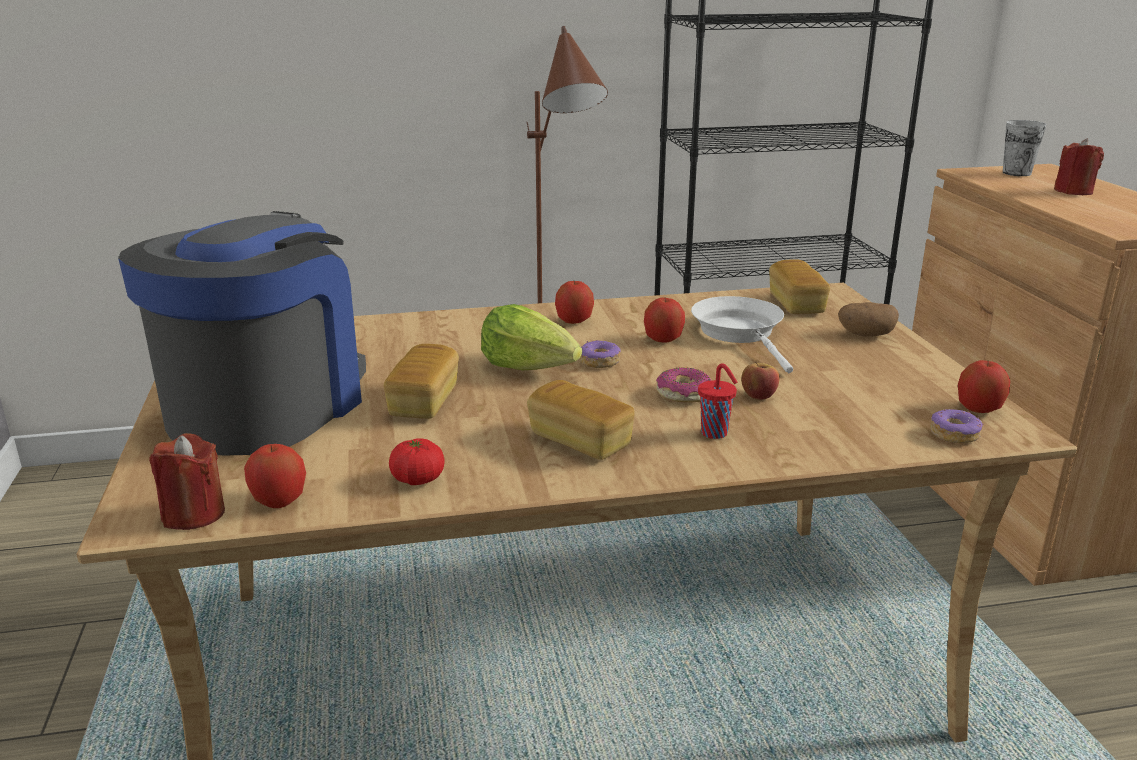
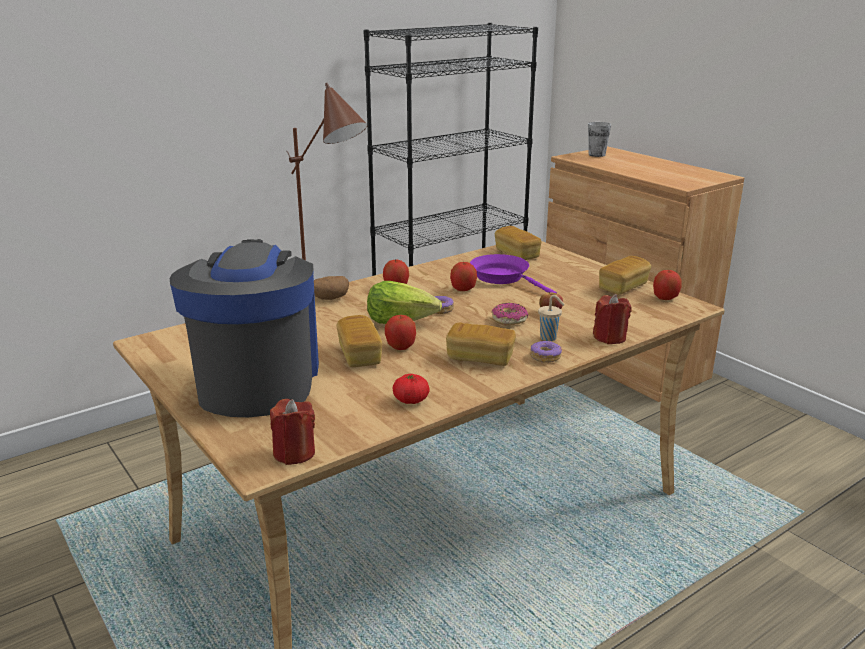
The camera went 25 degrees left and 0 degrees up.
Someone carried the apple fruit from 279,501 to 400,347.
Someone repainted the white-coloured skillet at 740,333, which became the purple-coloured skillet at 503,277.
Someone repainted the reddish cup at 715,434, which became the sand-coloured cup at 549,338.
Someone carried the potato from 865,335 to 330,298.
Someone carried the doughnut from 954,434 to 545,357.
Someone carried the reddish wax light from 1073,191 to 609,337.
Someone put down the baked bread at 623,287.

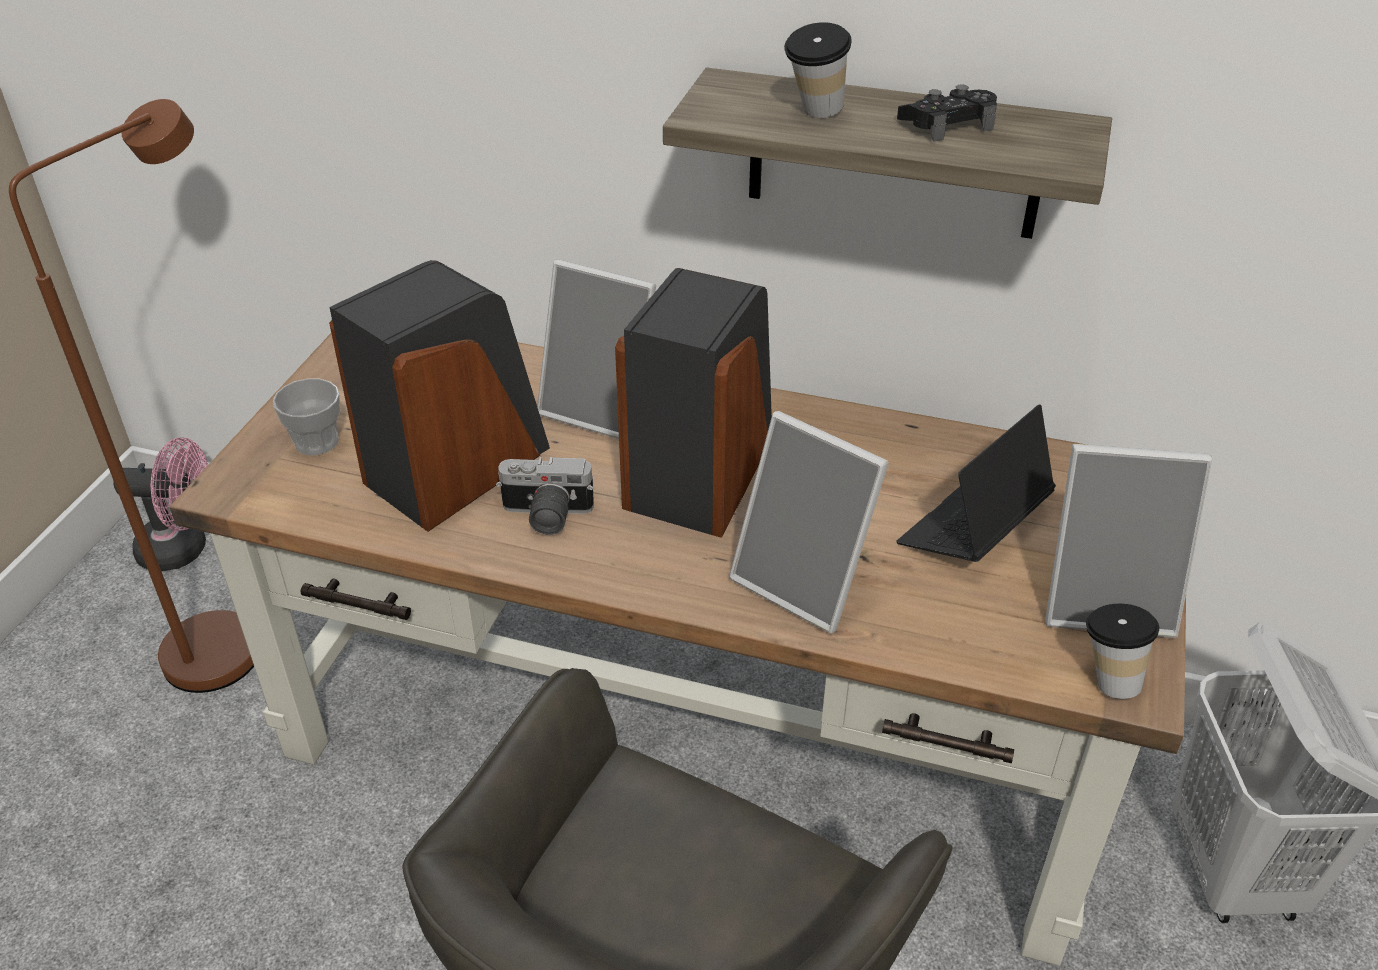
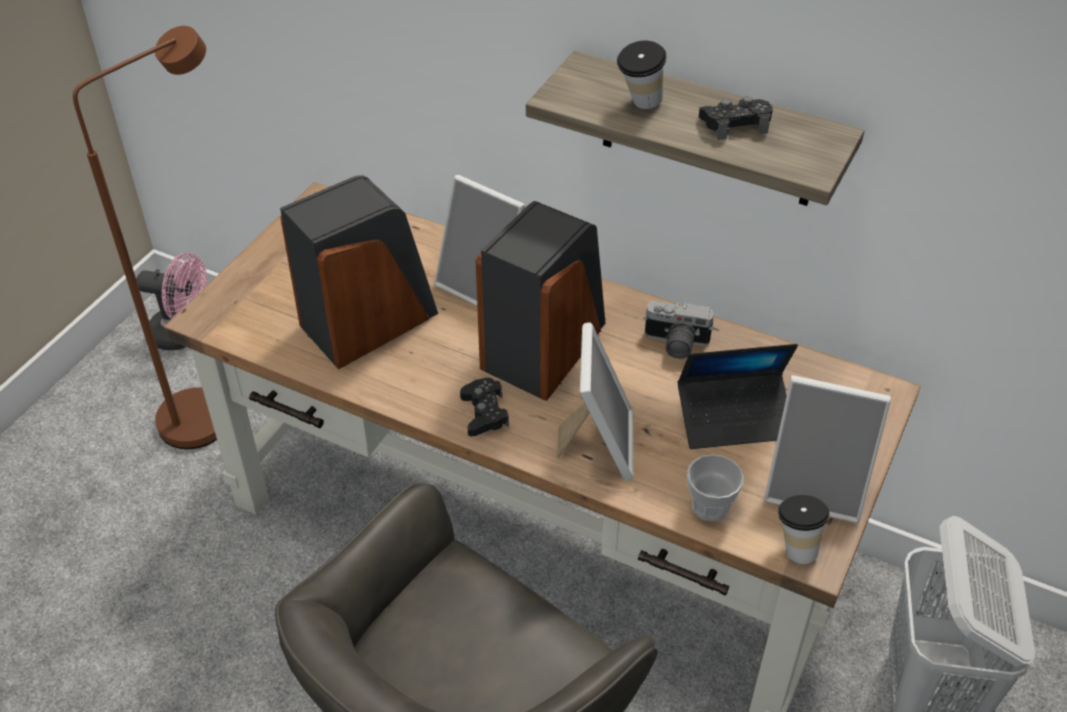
The camera went 10 degrees right and 5 degrees up.
Someone carried the cup from 317,442 to 710,506.
Someone carried the still camera from 545,516 to 675,344.
Someone rotated the picture frame at 806,582 by 135 degrees counterclockwise.
Someone rotated the portable computer at 973,529 by 150 degrees counterclockwise.
Someone put down the black game controller at 484,413.

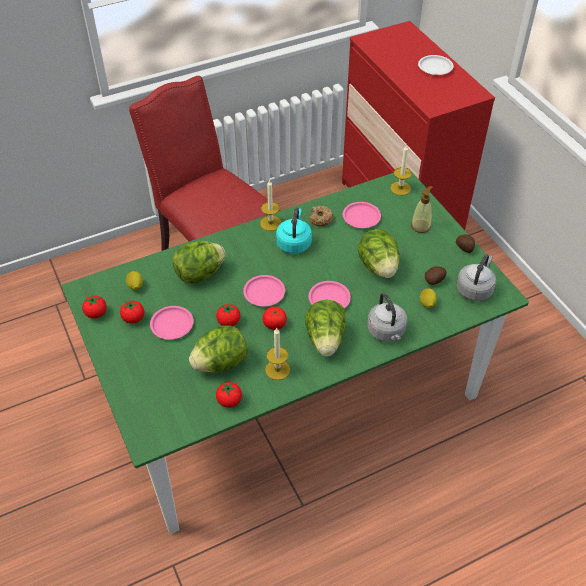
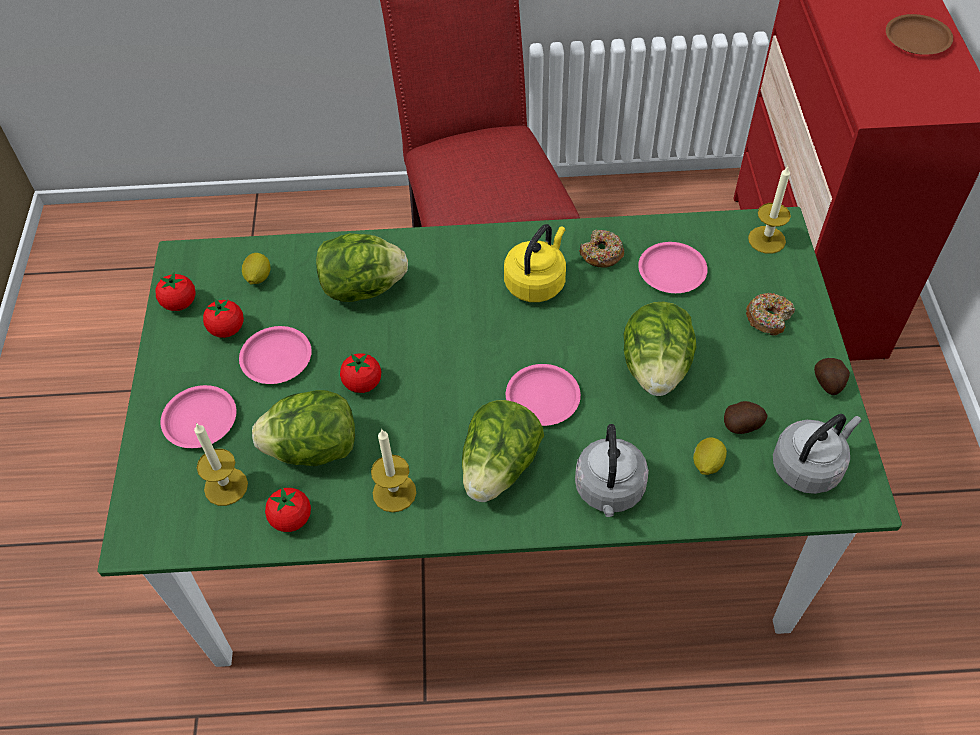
The camera went 25 degrees right and 5 degrees up.
Someone carried the pinkish plate from 264,293 to 200,420.
Someone carried the wax light from 270,223 to 226,486.
Someone took away the fresh tomato at 274,324.
Someone repainted the turquoise-coloured kettle at 294,243, which became the yellow-coloured kettle at 536,282.
Someone swapped the soap bottle at 421,226 for the doughnut at 768,318.
Someone repainted the white-coloured plate at 435,68, which became the brown-coloured plate at 917,39.

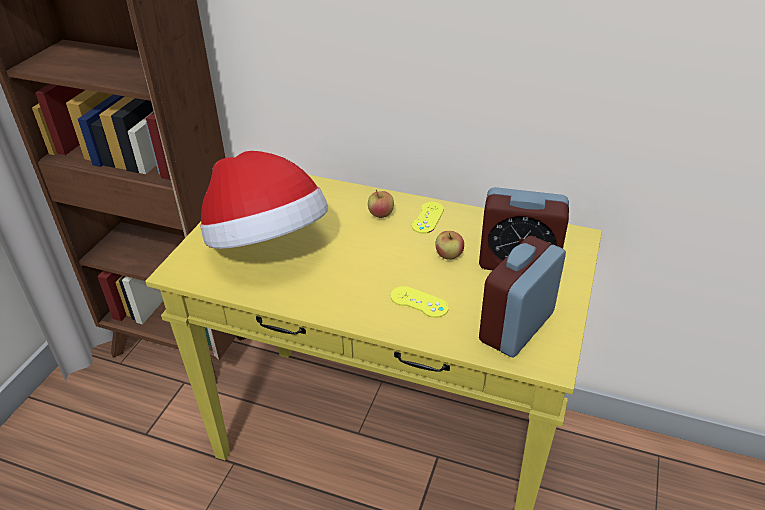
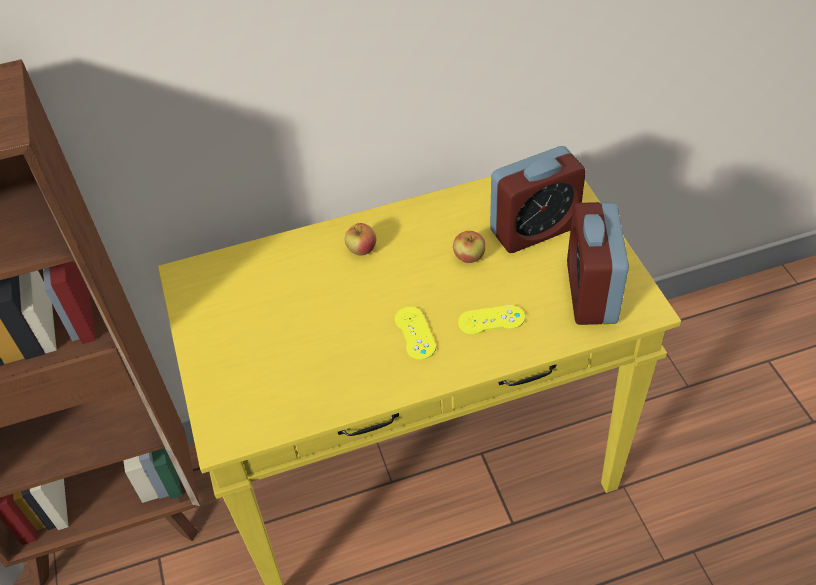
The camera went 35 degrees left and 10 degrees up.
Someone took away the clothing hat at 266,244.
Someone carried the yellow-coloured game controller from 427,217 to 415,333.

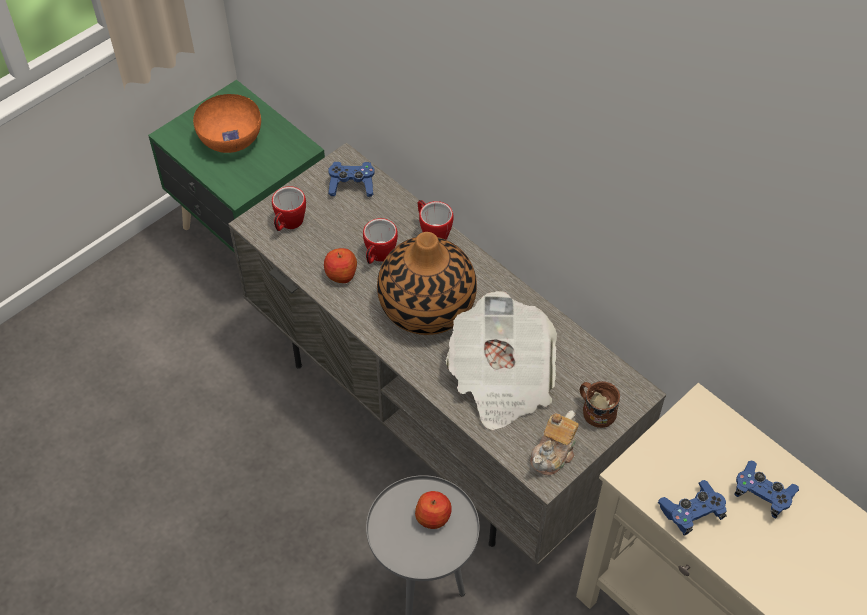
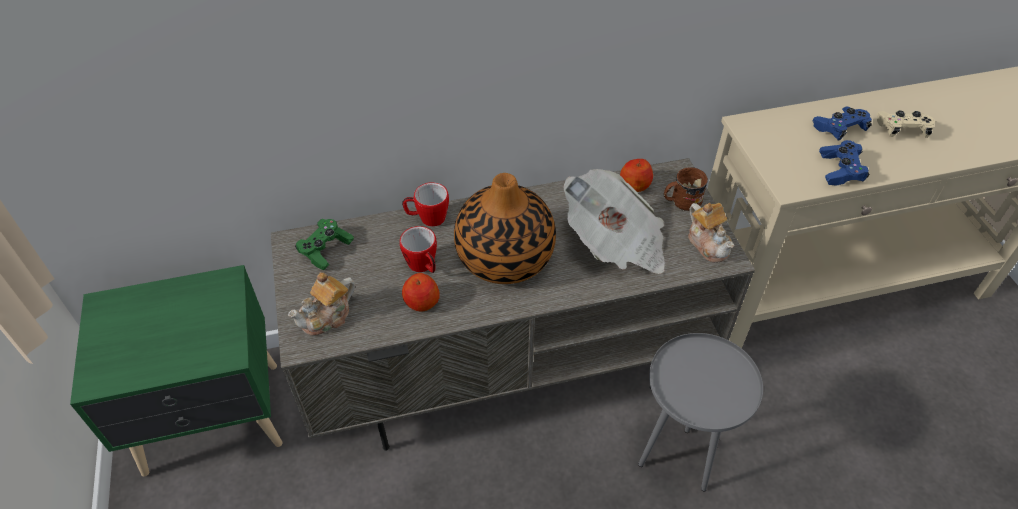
The camera went 60 degrees left and 5 degrees down.
Someone took away the orange deep dish at 230,139.
Someone swapped the tea mug at 288,224 for the pot for tea at 327,317.
Someone repainted the blue game controller at 352,185, which became the green game controller at 325,250.
Someone carried the apple fruit from 433,516 to 635,185.
Someone put down the sand-coloured game controller at 901,130.

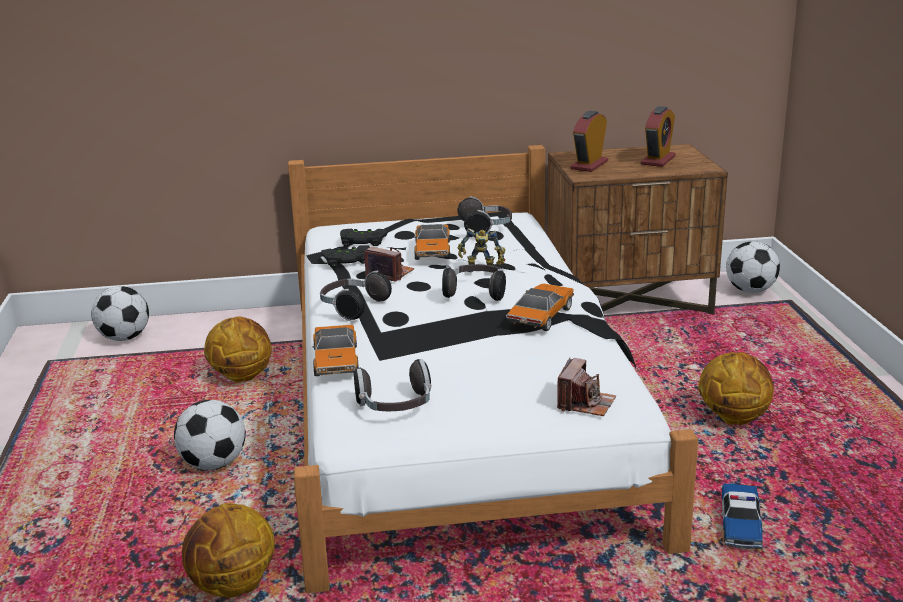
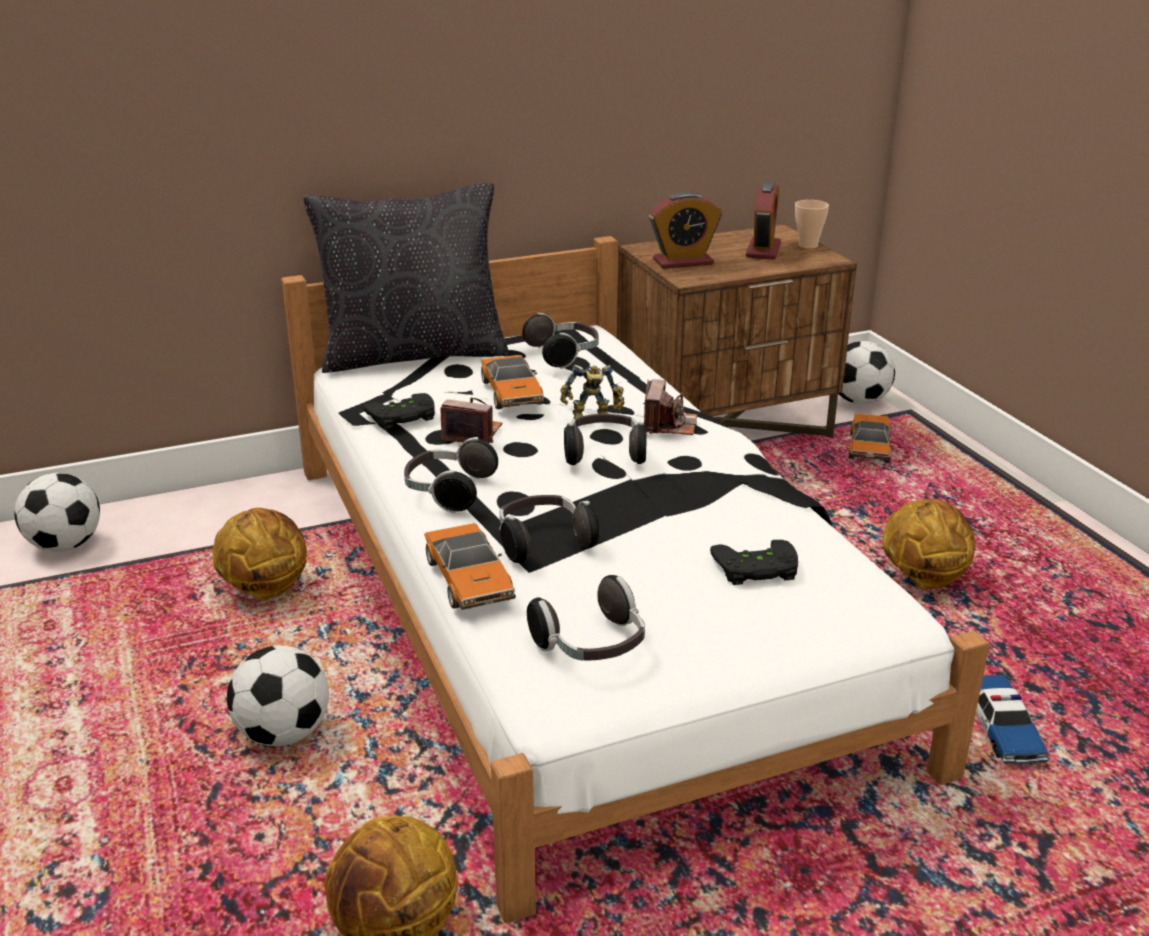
The camera went 15 degrees left and 5 degrees up.
Someone carried the black game controller from 362,241 to 756,570.
Someone carried the miniature car from 541,316 to 869,447.
Someone carried the still camera from 585,403 to 669,425.
Someone rotated the alarm clock at 589,165 by 120 degrees counterclockwise.
Someone put down the black throw pillow at 413,354.
Someone put down the headphones at 543,542.
Someone put down the cup at 808,245.

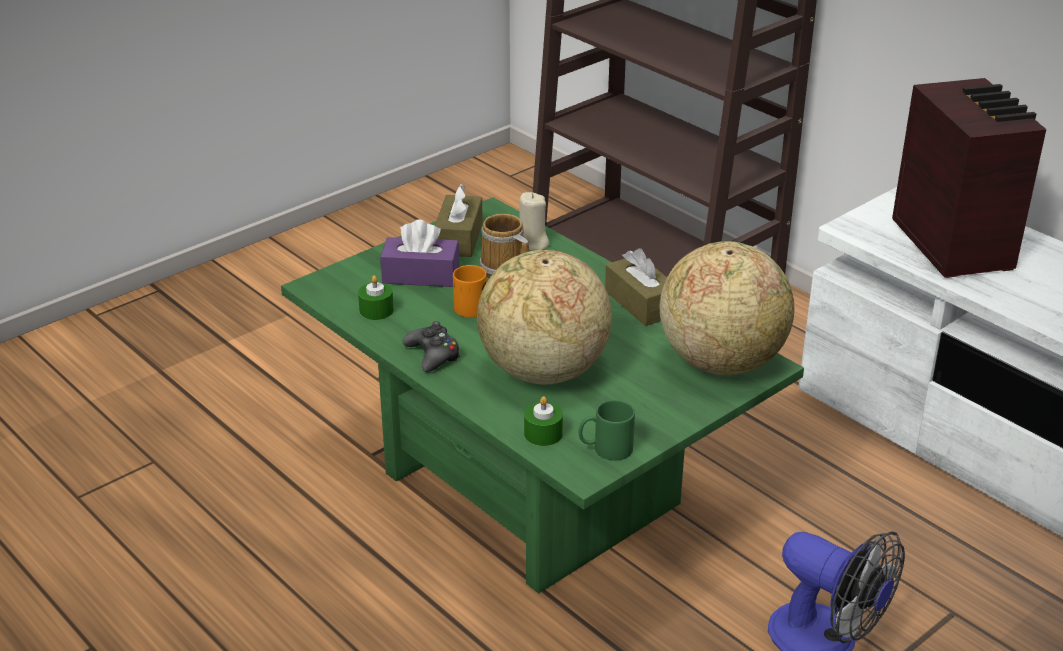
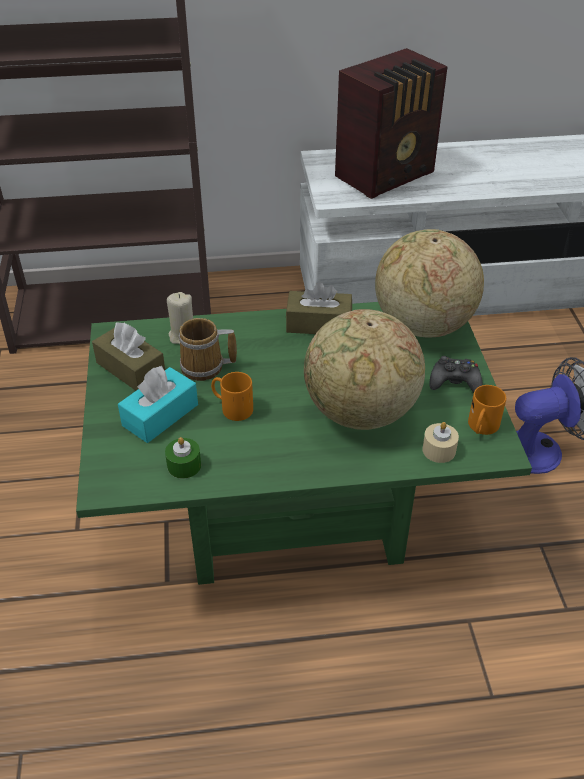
The camera went 55 degrees left and 10 degrees up.
Someone repainted the purple-coloured box of tissues at 421,275, which became the turquoise-coloured box of tissues at 160,415.
Someone carried the black game controller from 433,355 to 454,381.
Someone repainted the green wax light at 543,434, which became the sand-coloured wax light at 439,450.
Someone repainted the green tea mug at 605,449, which became the orange tea mug at 482,428.
Someone rotated the radio at 953,243 by 120 degrees clockwise.

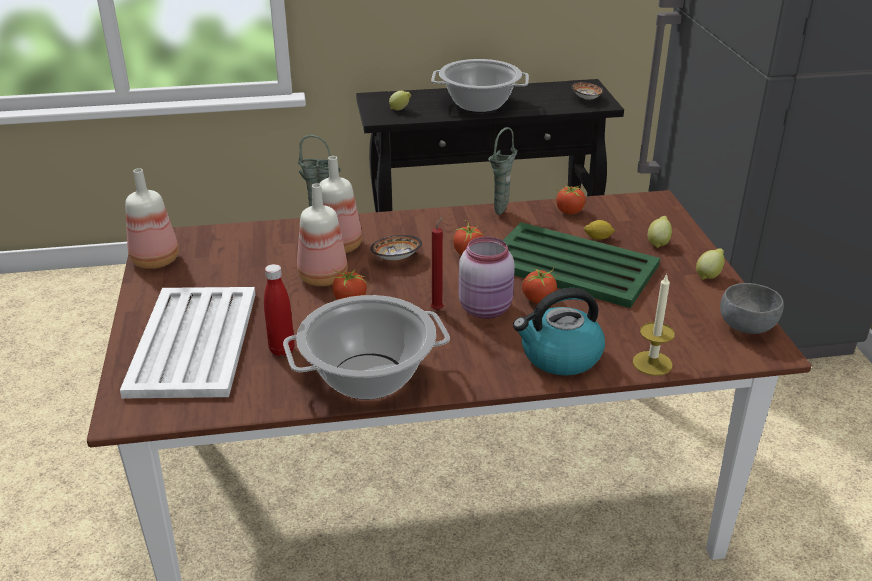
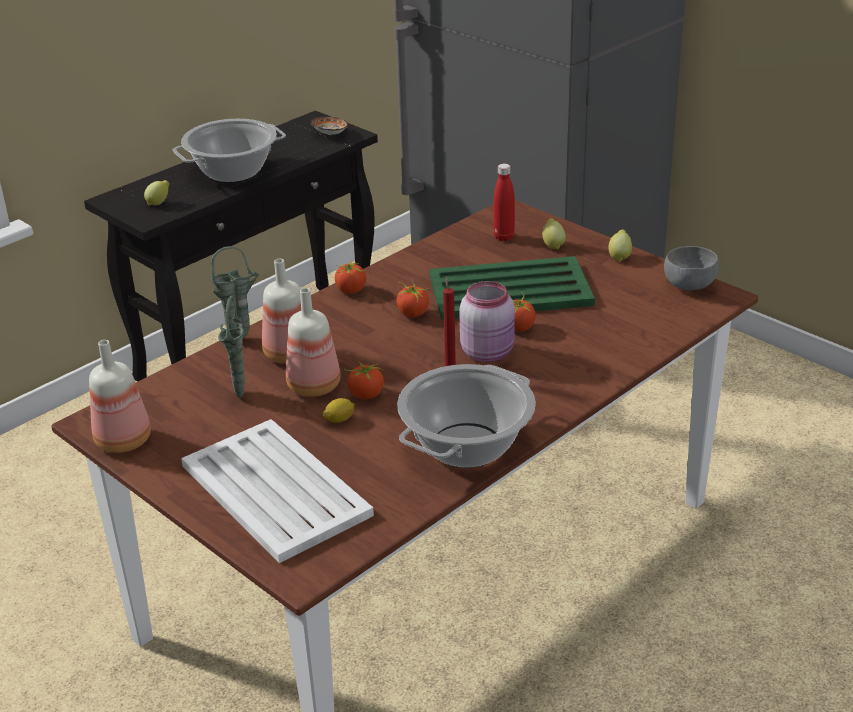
The camera went 35 degrees left and 0 degrees up.
Someone carried the reddish bottle from 282,350 to 503,237.
Someone took away the deep dish at 396,258.
Someone carried the green flower vase from 501,212 to 240,393.
Someone took away the kettle at 559,356.
Someone carried the fresh tomato from 569,212 to 351,290.
Someone carried the whole lemon from 598,238 to 340,419.
Someone took away the wax light at 652,363.

